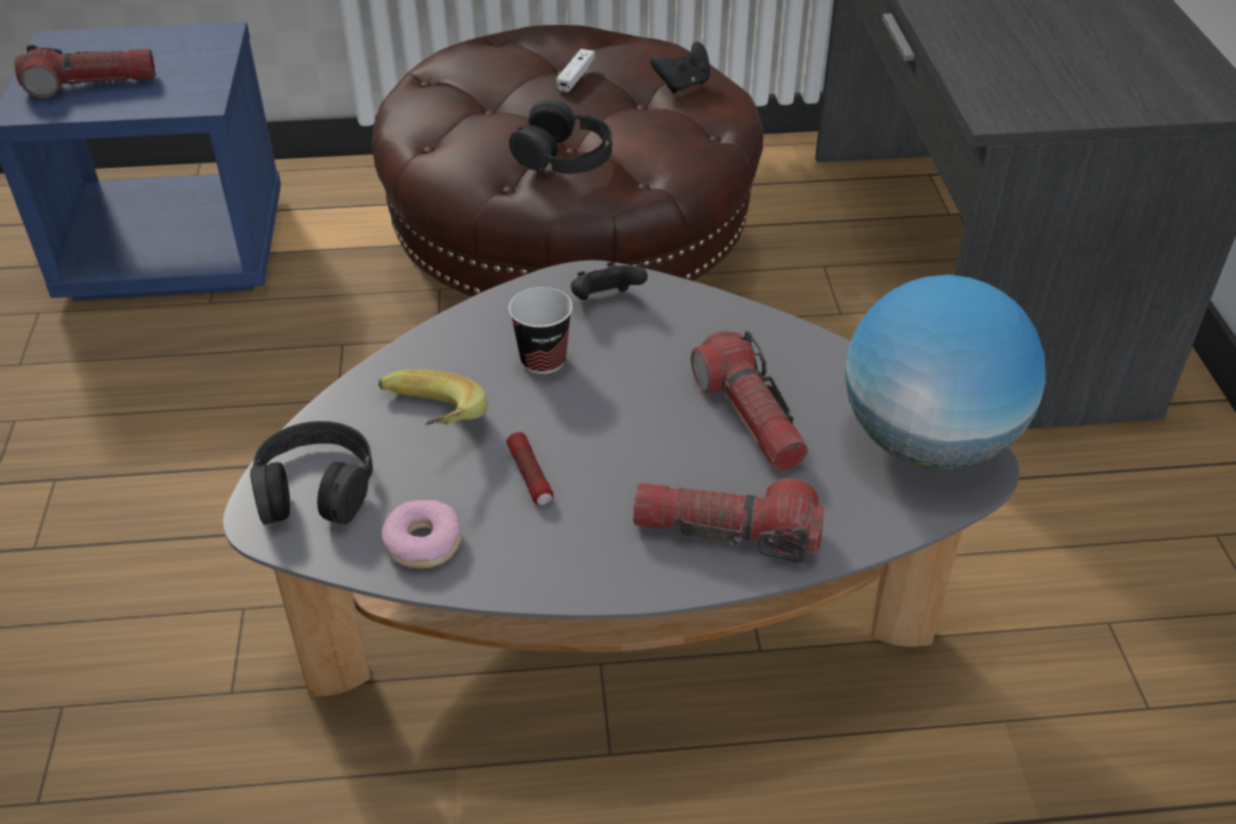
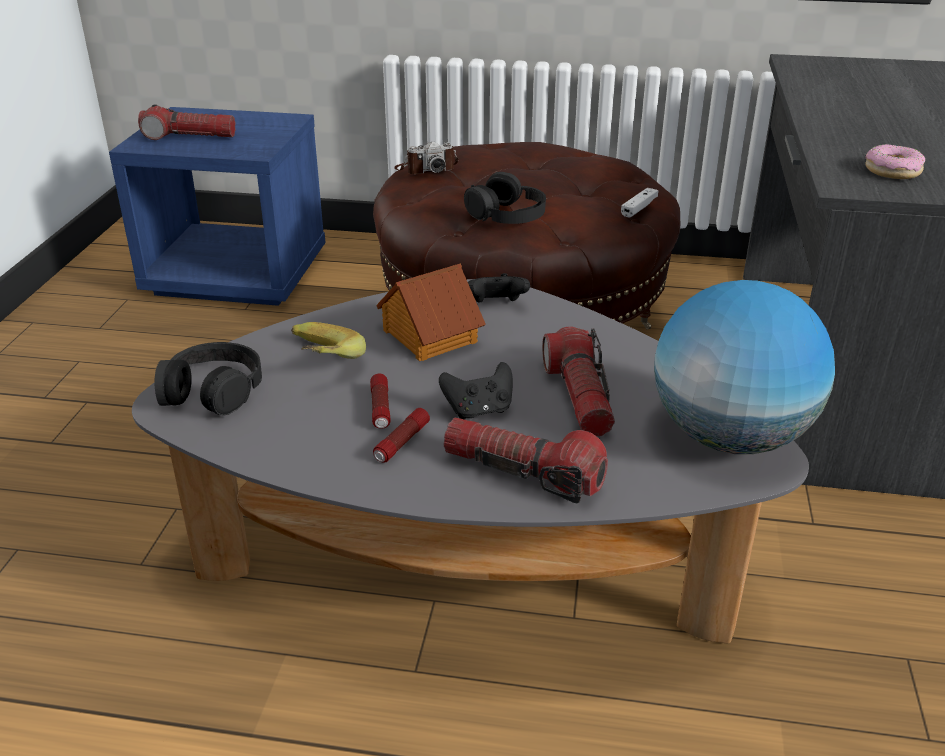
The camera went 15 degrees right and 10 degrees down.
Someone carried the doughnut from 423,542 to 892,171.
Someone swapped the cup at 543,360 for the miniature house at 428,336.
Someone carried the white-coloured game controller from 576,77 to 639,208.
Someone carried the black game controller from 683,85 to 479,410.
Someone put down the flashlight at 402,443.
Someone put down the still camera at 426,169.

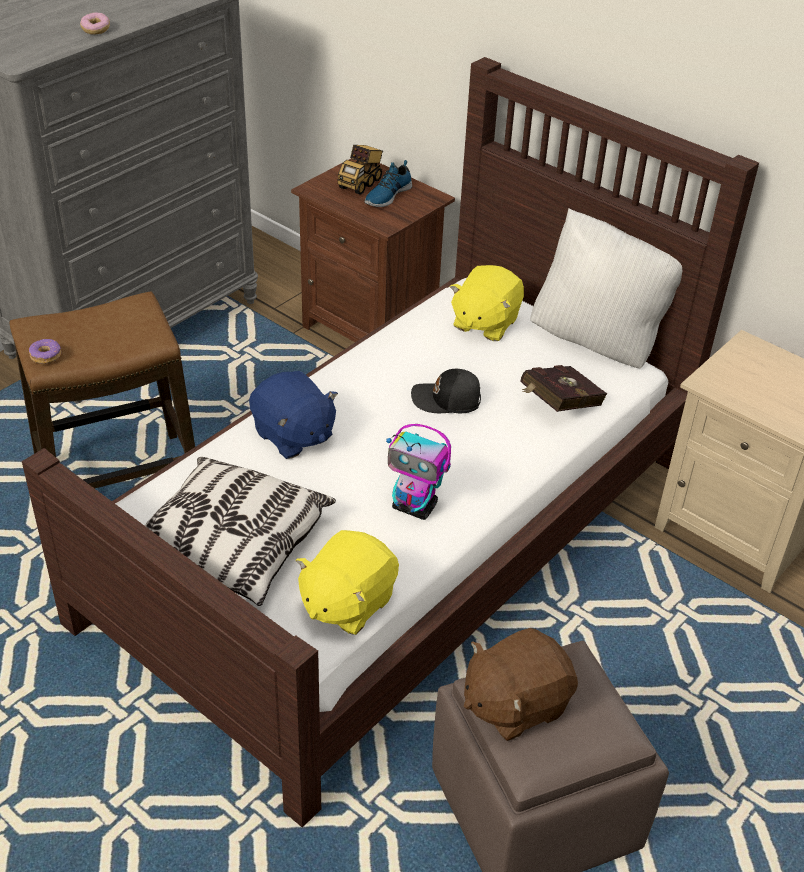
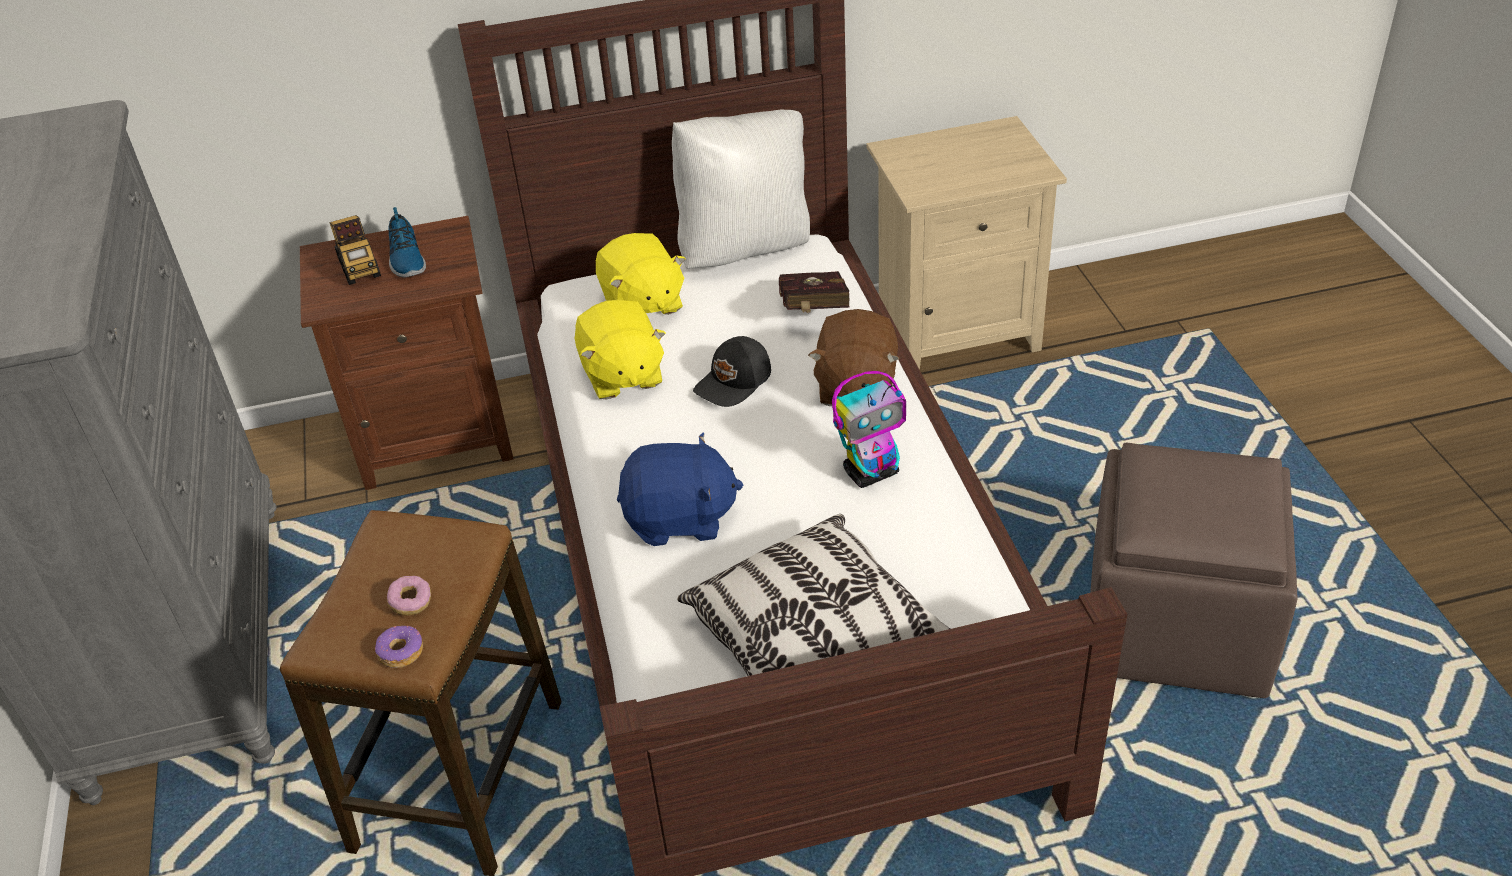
The camera went 50 degrees left and 0 degrees up.
Someone carried the doughnut from 96,30 to 411,602.
Someone carried the yellow-coloured cuddly toy from 347,602 to 622,375.
Someone carried the brown-coloured cuddly toy from 515,703 to 855,387.

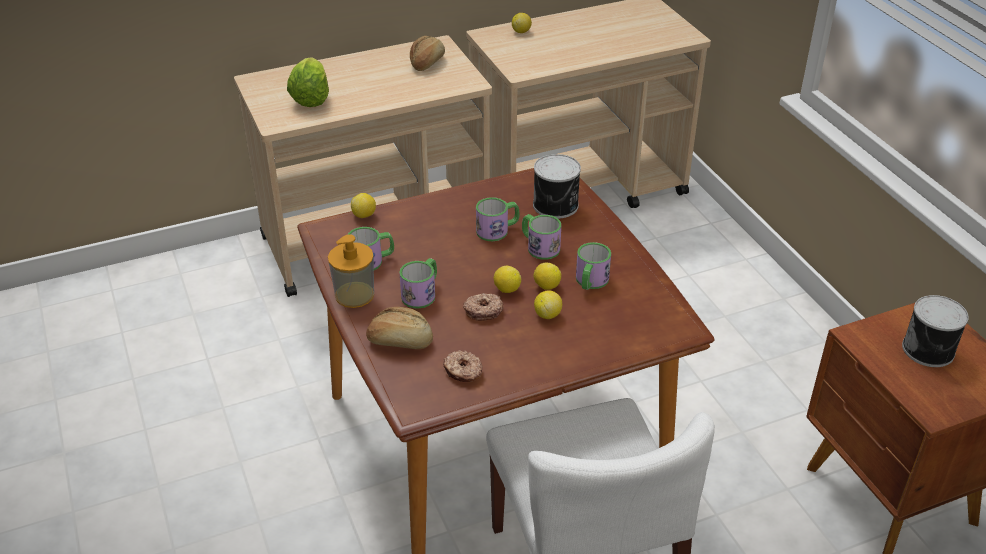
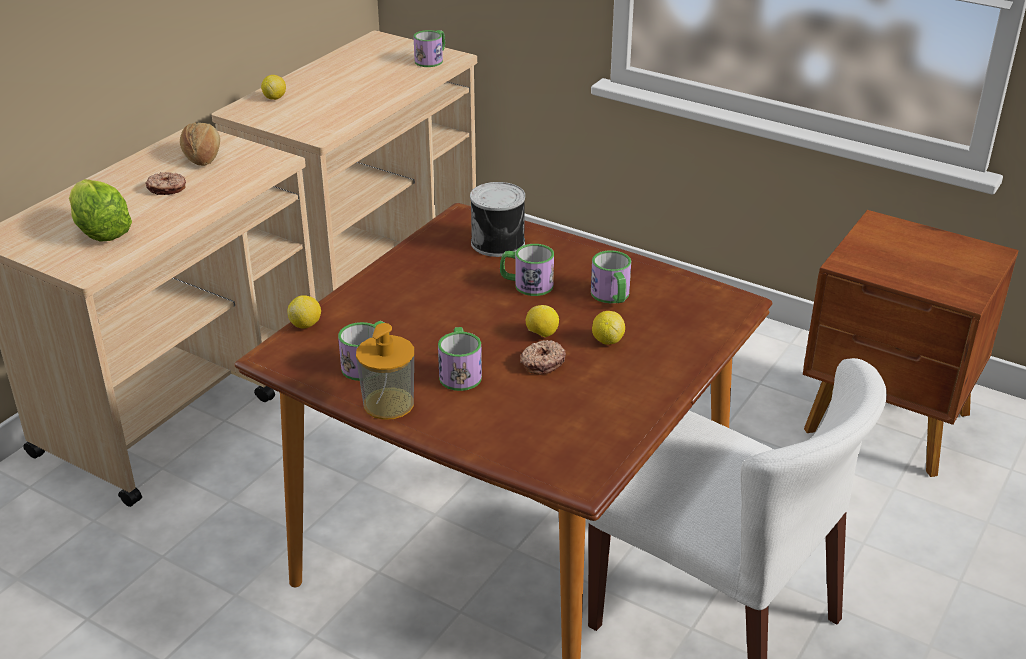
The camera went 35 degrees left and 5 degrees down.
Someone took away the baked bread at 400,341.
Someone carried the doughnut from 463,372 to 167,189.
Someone carried the tea mug from 497,230 to 432,60.
Someone took away the whole lemon at 546,286.
Someone took away the can at 929,350.

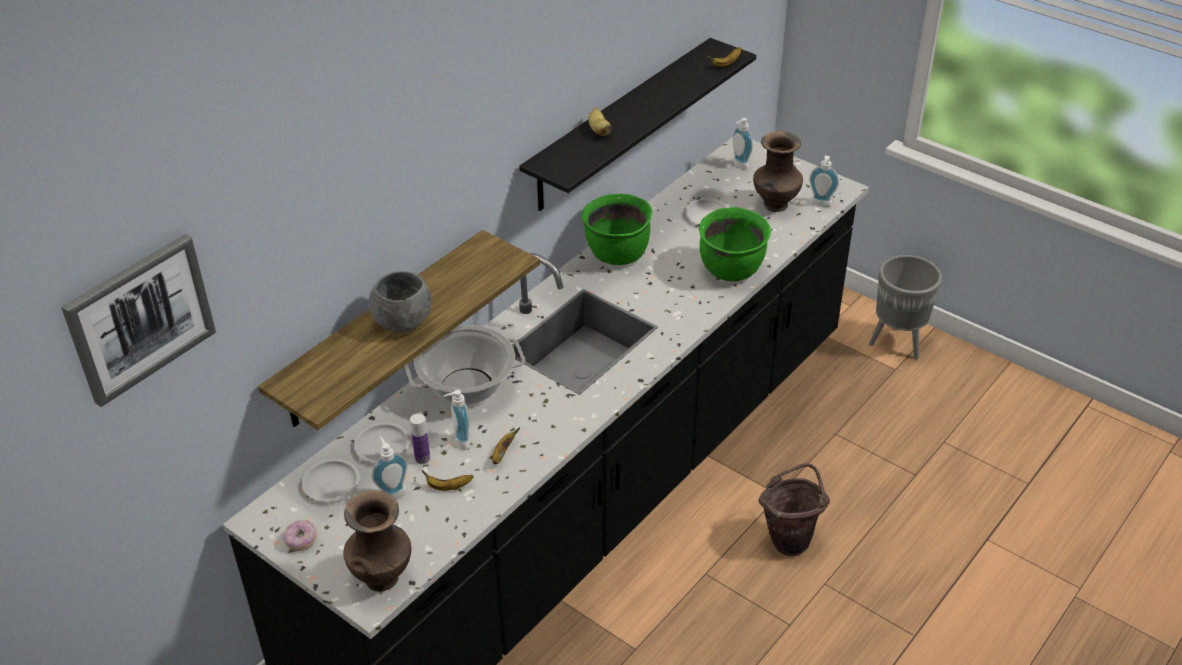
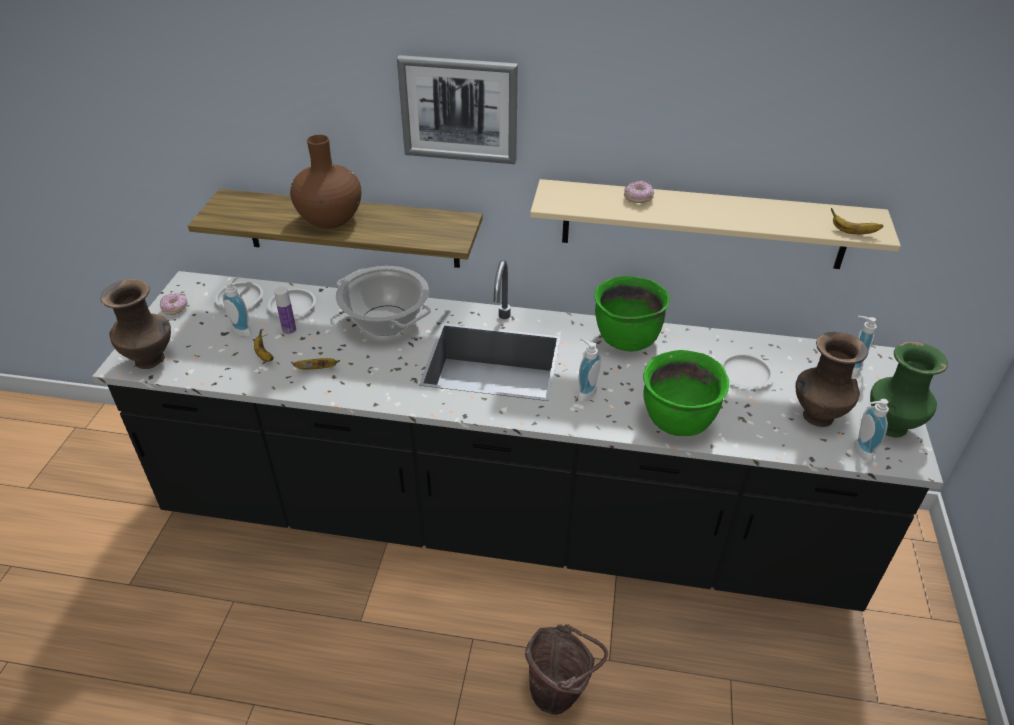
The camera went 60 degrees right and 0 degrees up.
Someone carried the picture from 140,318 to 459,109.
Someone swapped the gray deep dish at 402,322 for the brown-coloured flower vase at 330,218.
Someone carried the soap bottle from 459,441 to 584,392.
Someone repainted the black wall shelf at 620,124, which became the sand-coloured wall shelf at 703,224.
Someone swapped the banana fruit at 599,130 for the doughnut at 638,199.
Someone took away the gray flower pot at 898,343.
Someone put down the green flower vase at 890,427.

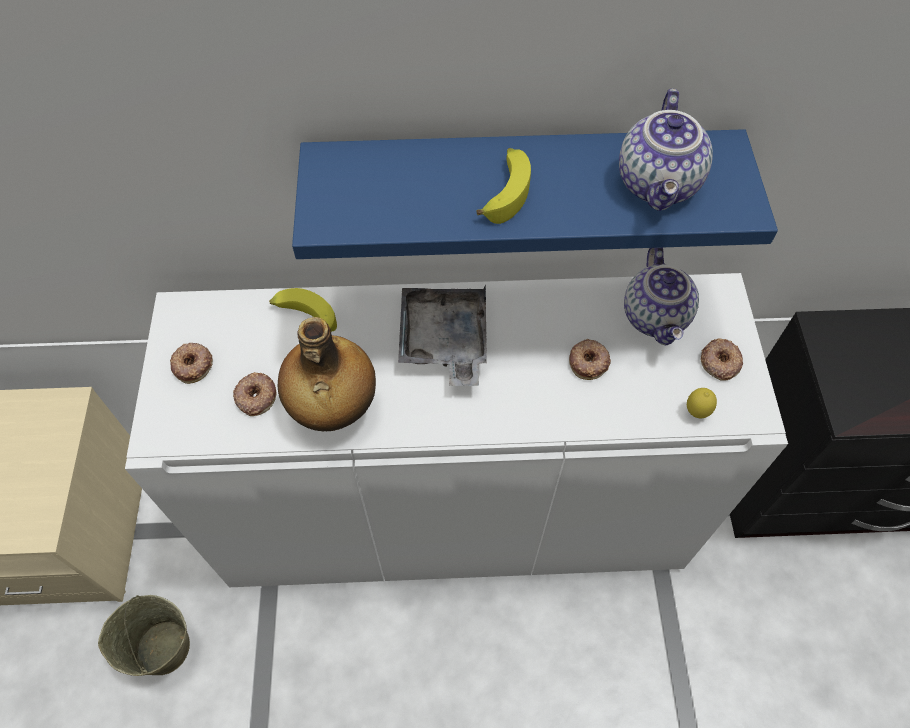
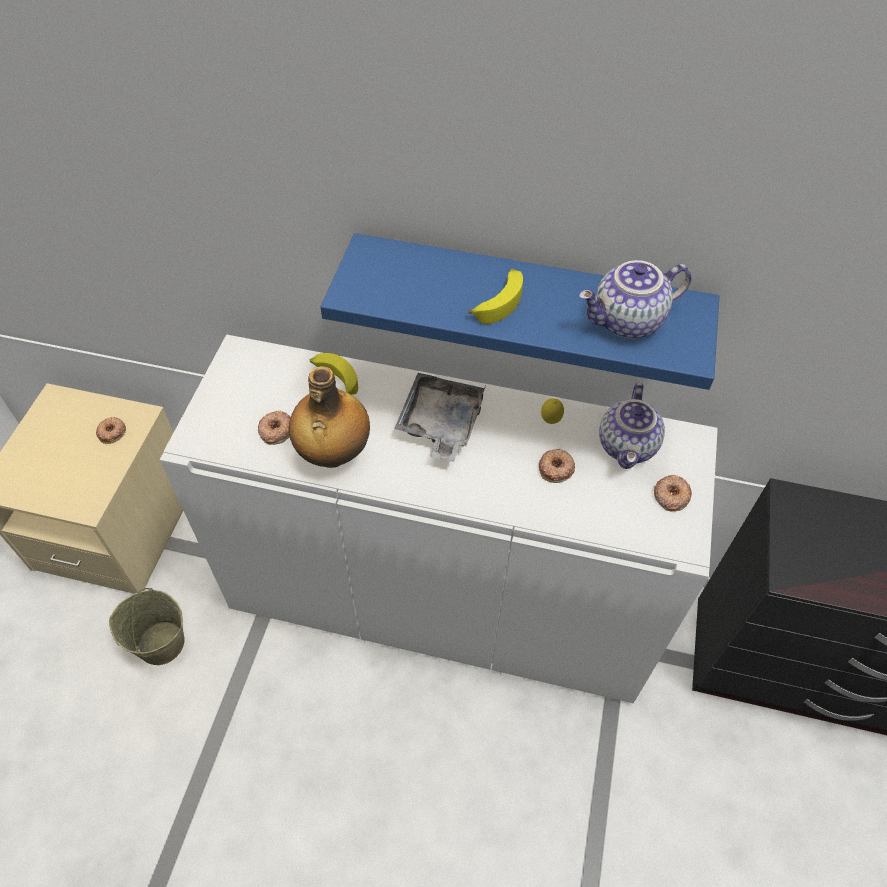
The camera went 15 degrees right and 5 degrees down.
Someone carried the doughnut from 193,364 to 112,432.
Someone rotated the pot for tea at 659,185 by 45 degrees clockwise.
Someone carried the whole lemon from 696,412 to 550,421.

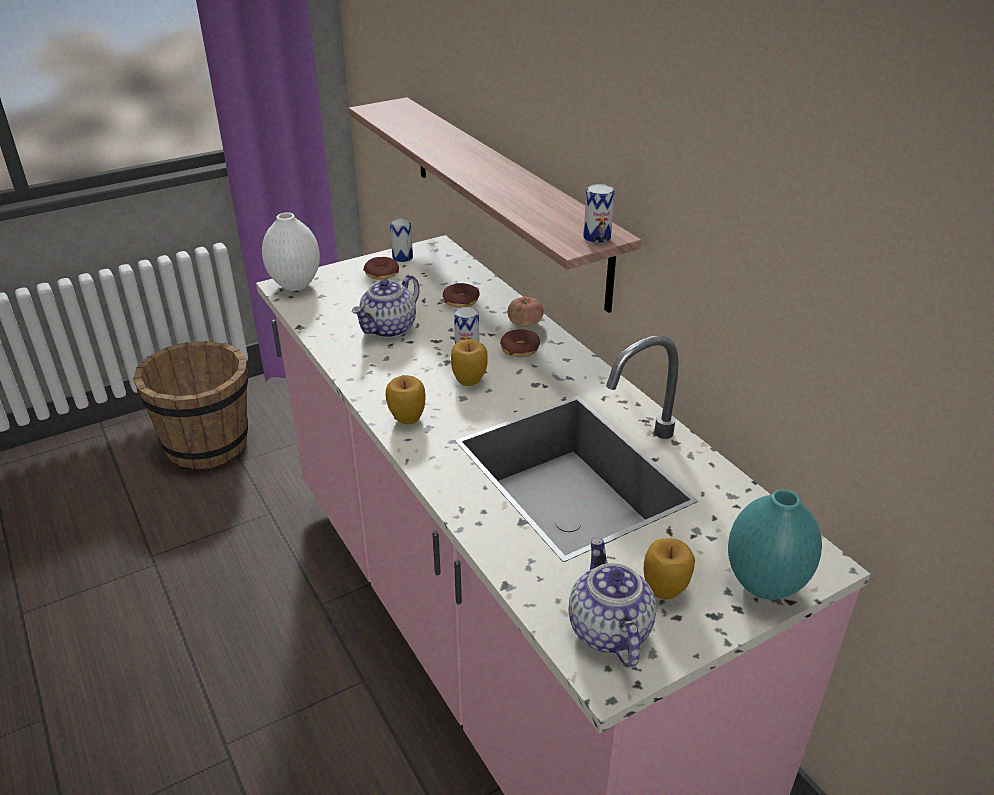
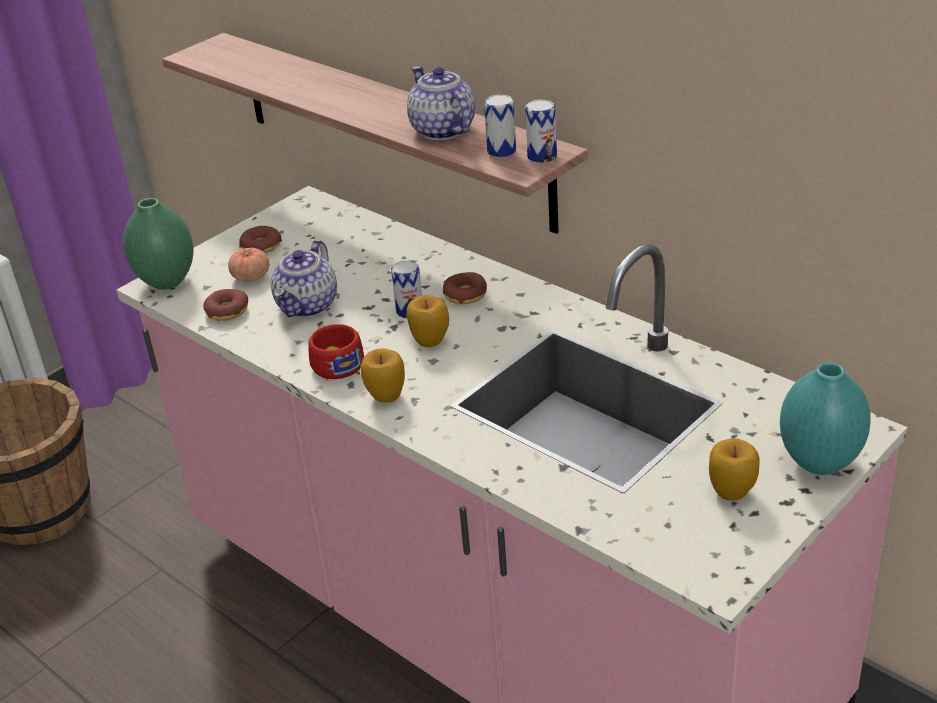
The camera went 15 degrees left and 0 degrees up.
Someone repainted the white-coloured flower vase at 295,285, which became the green flower vase at 167,282.
Someone carried the can from 402,257 to 501,151.
Someone carried the doughnut from 461,301 to 227,311.
Someone carried the fresh tomato from 525,323 to 251,277.
Someone carried the pot for tea from 607,629 to 441,130.
Someone put down the reddish cup at 335,363.

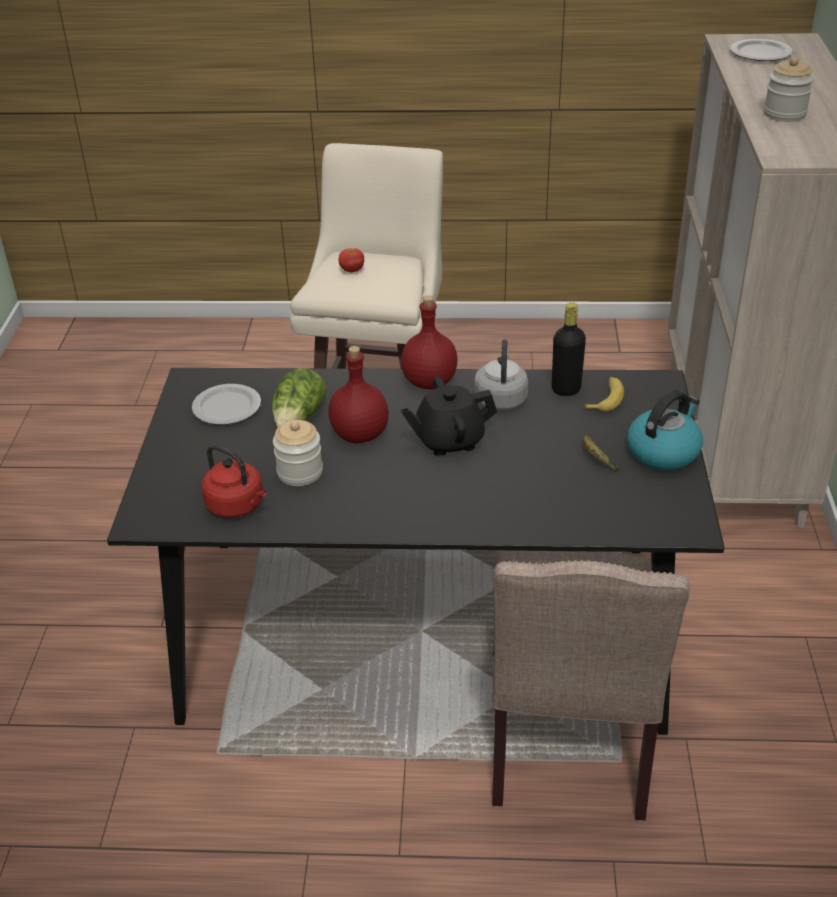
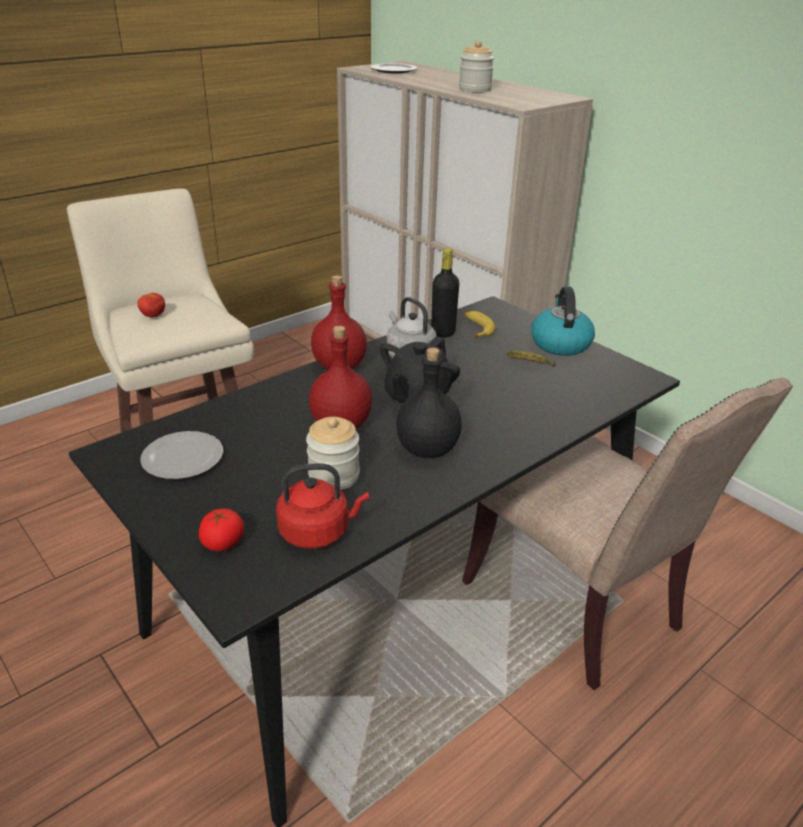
The camera went 45 degrees left and 5 degrees down.
Someone took away the lettuce head at 299,418.
Someone put down the fresh tomato at 223,543.
Someone put down the black bottle at 428,449.

